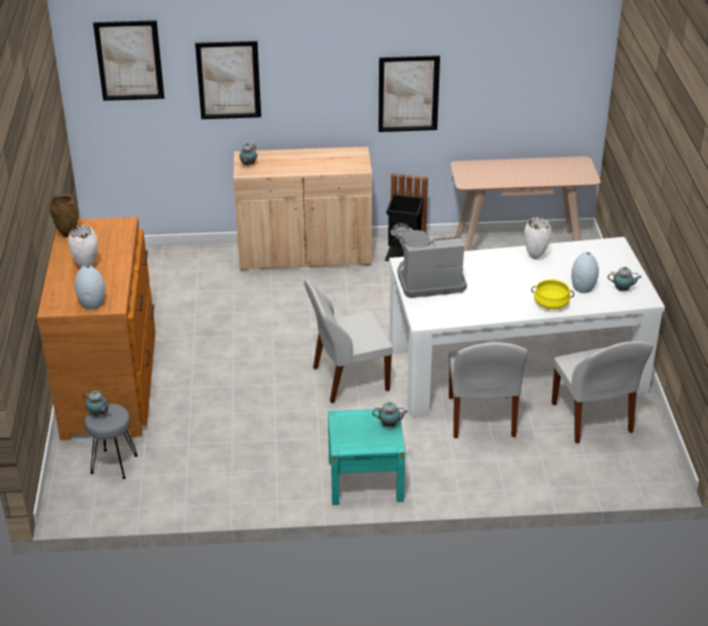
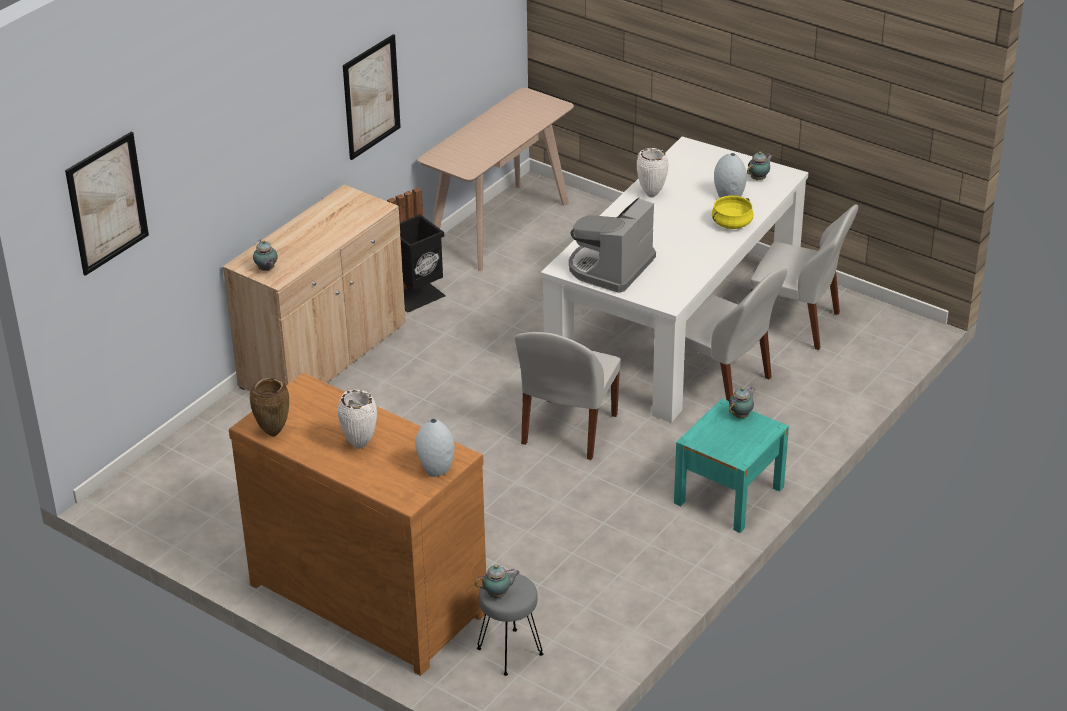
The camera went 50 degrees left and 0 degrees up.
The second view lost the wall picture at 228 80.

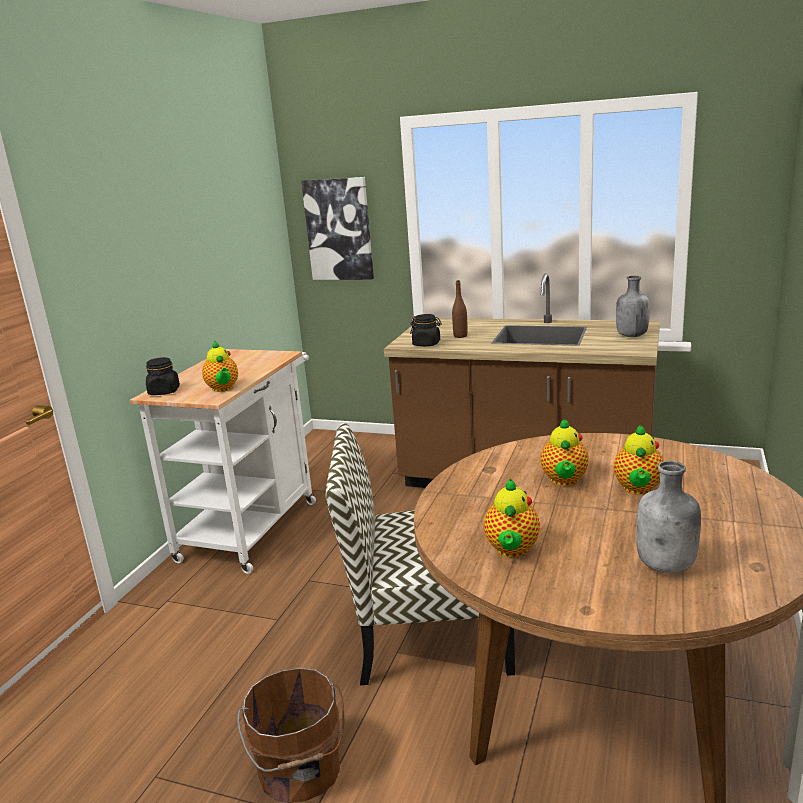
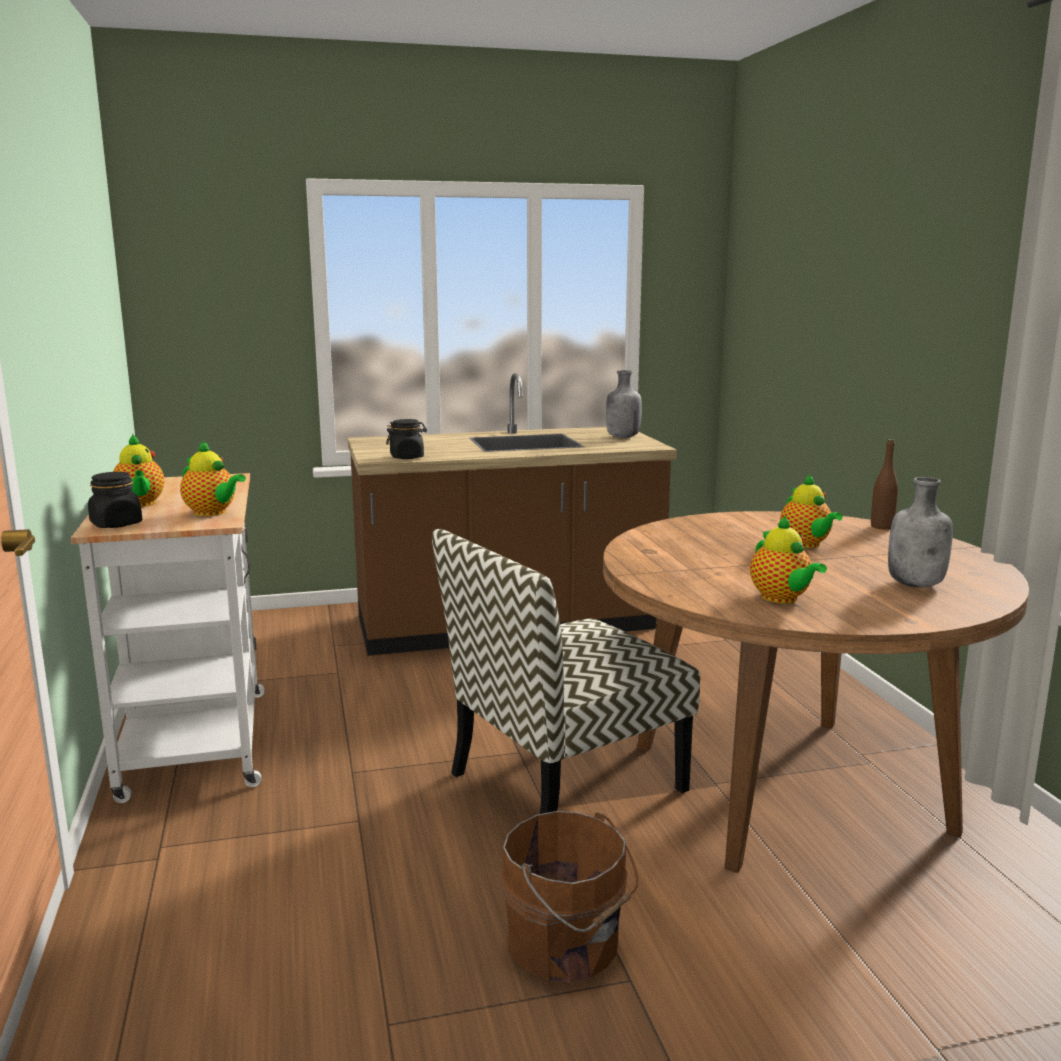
The camera went 35 degrees left and 5 degrees down.
The teapot ended up elsewhere, having gone from 565 452 to 138 470.
The brownish drink bottle ended up elsewhere, having gone from 460 309 to 884 484.
The second view lost the wall picture at 337 228.

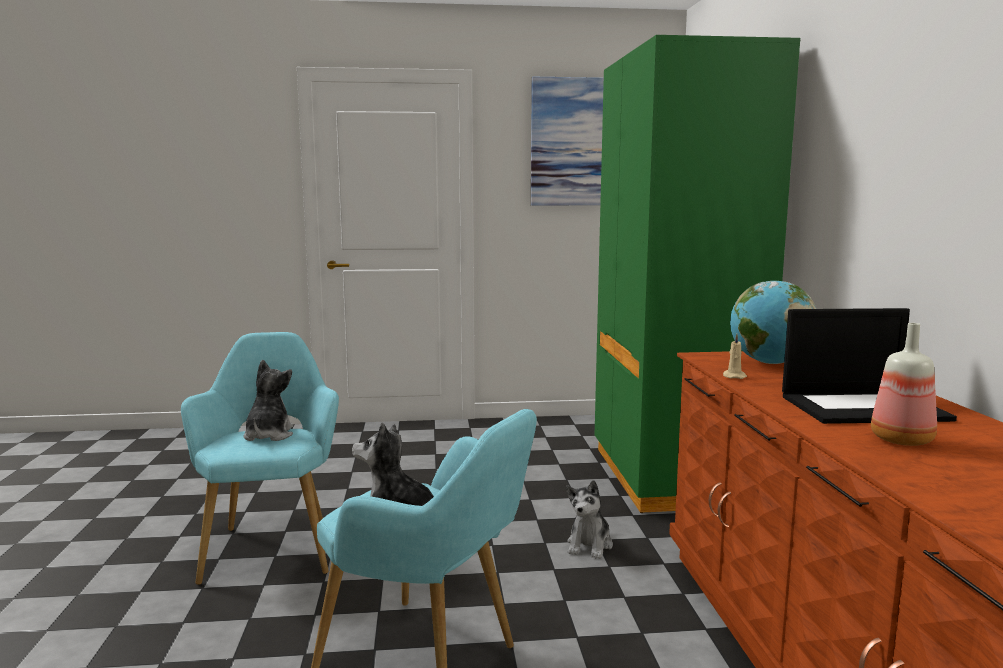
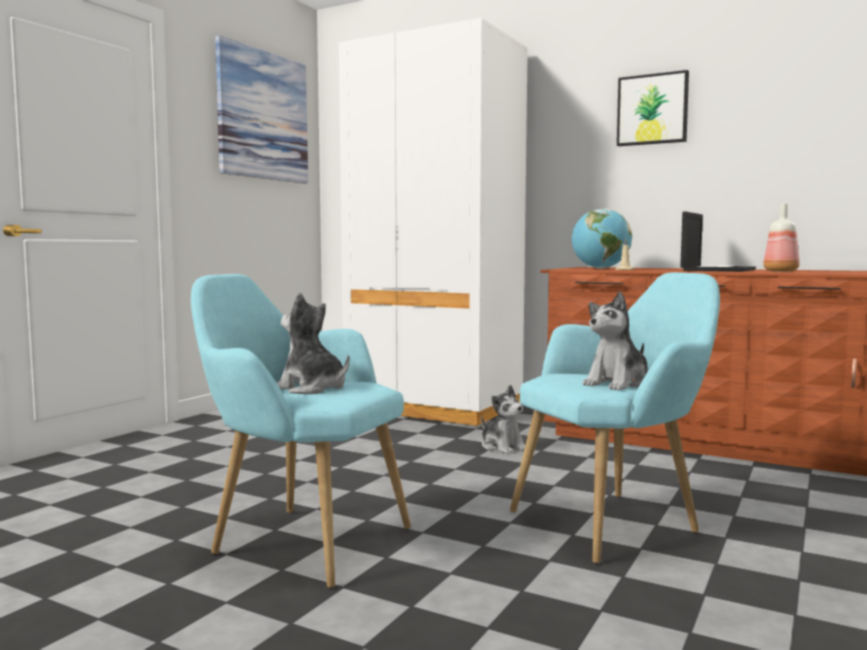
The camera went 55 degrees left and 5 degrees down.
What was the green clothes cupboard at 697 274 turned into the white-coloured clothes cupboard at 433 222.
The second view gained the wall picture at 653 108.

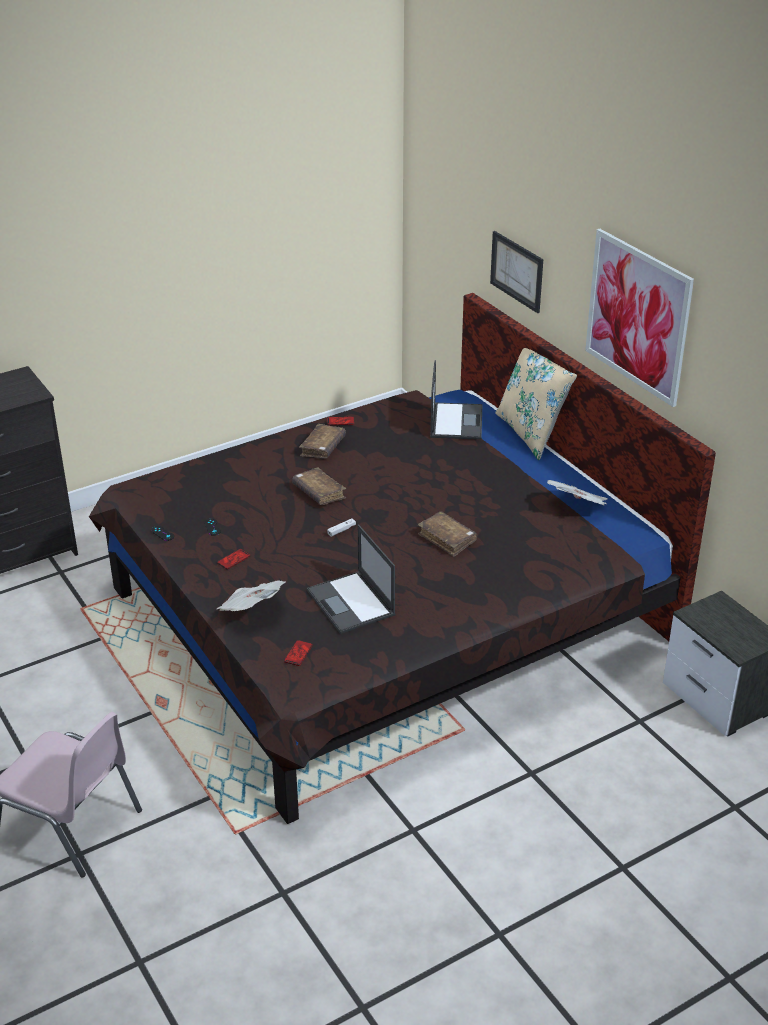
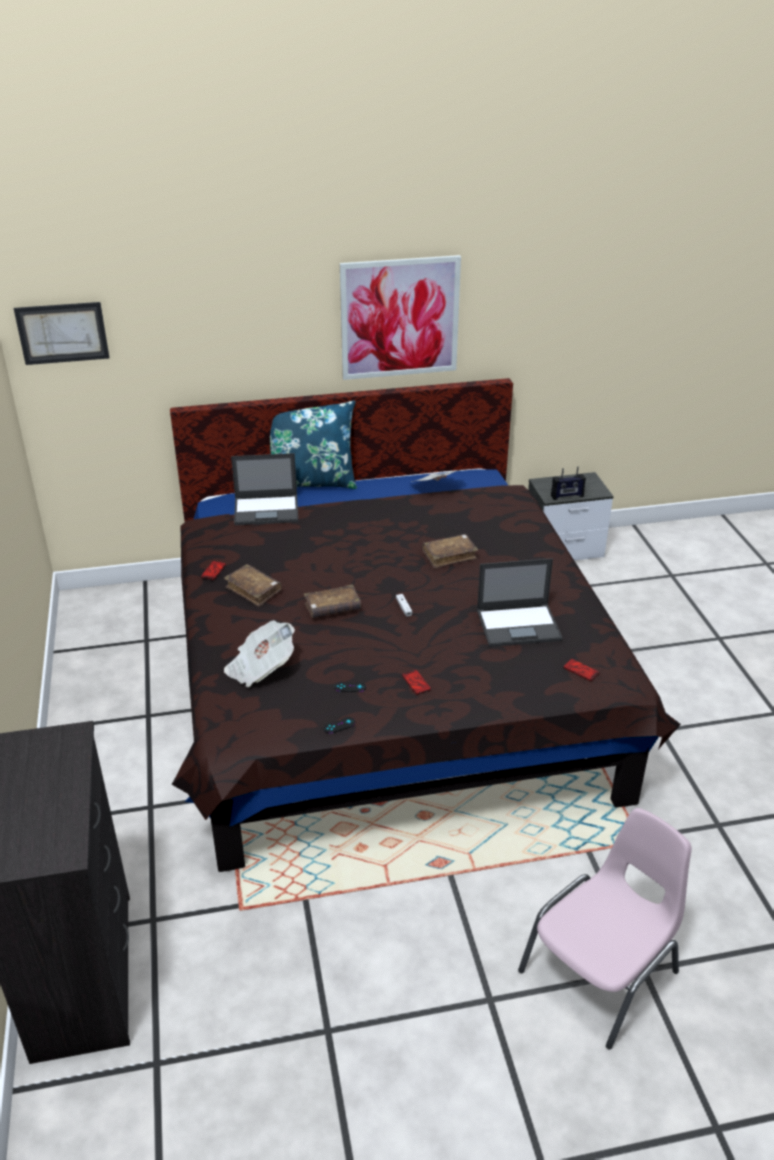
The camera went 70 degrees left and 0 degrees up.
The wall picture ended up elsewhere, having gone from 516 272 to 61 333.
The daily paper ended up elsewhere, having gone from 251 595 to 259 653.
The laptop at 456 400 ended up facing another way, 150 degrees clockwise from before.
What was the beige-coloured throw pillow at 536 404 turned into the bluish throw pillow at 313 445.
The second view gained the radio at 568 483.

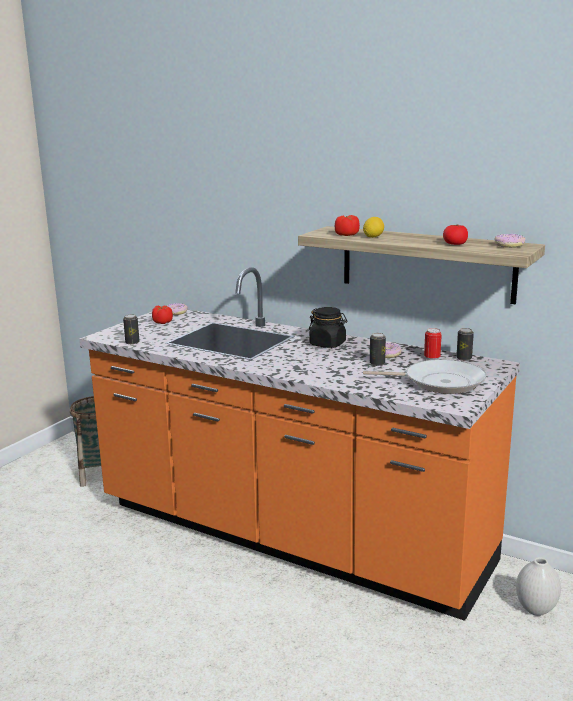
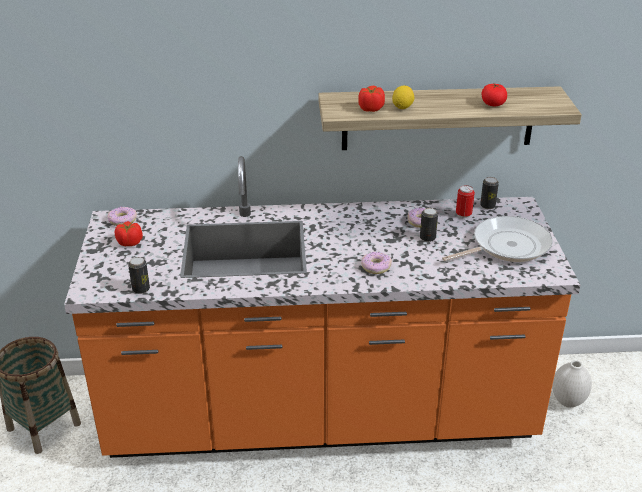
The camera went 35 degrees left and 15 degrees up.
The ring doughnut ended up elsewhere, having gone from 510 241 to 376 262.
The second view lost the black-coloured preserve jar at 328 327.

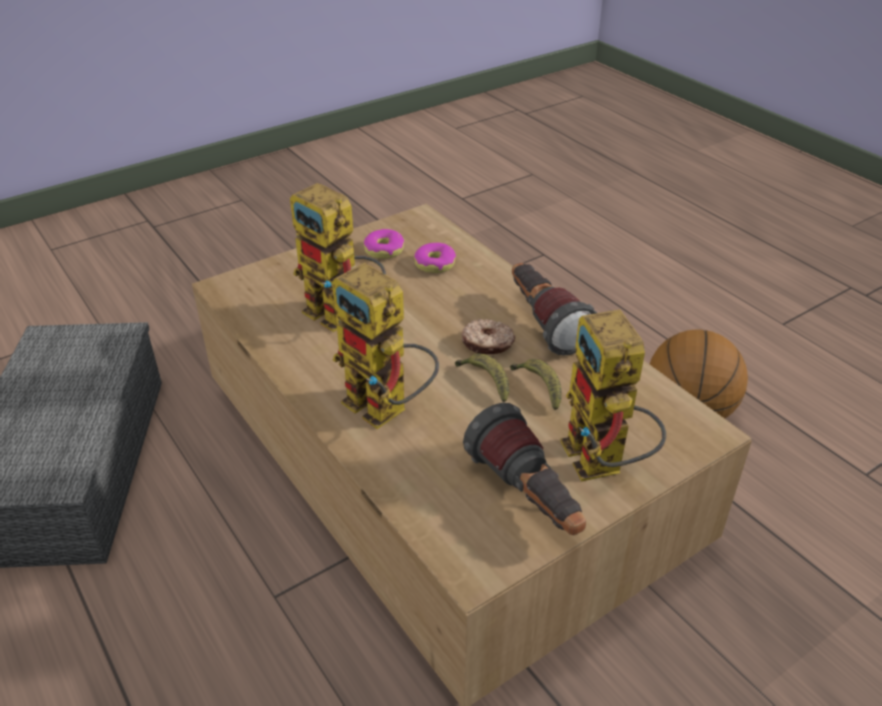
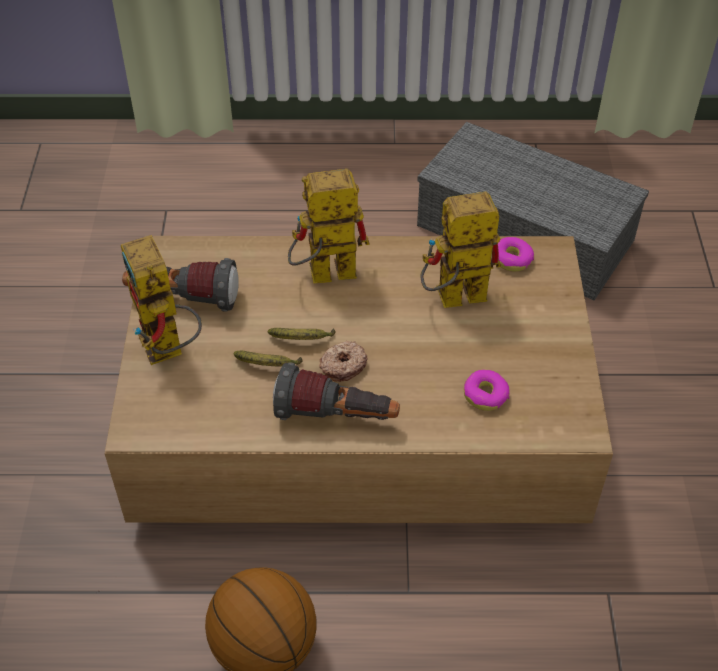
The camera went 125 degrees right and 10 degrees up.
The model robot at 613 395 ended up facing another way, 135 degrees counterclockwise from before.
The ring doughnut ended up elsewhere, having gone from 384 244 to 516 254.

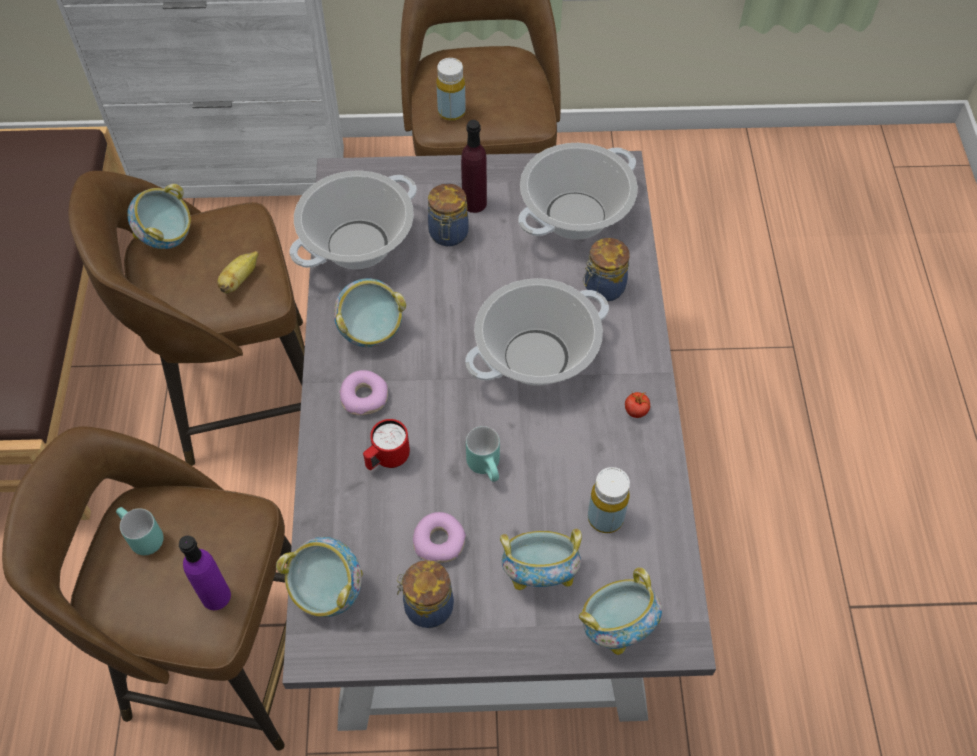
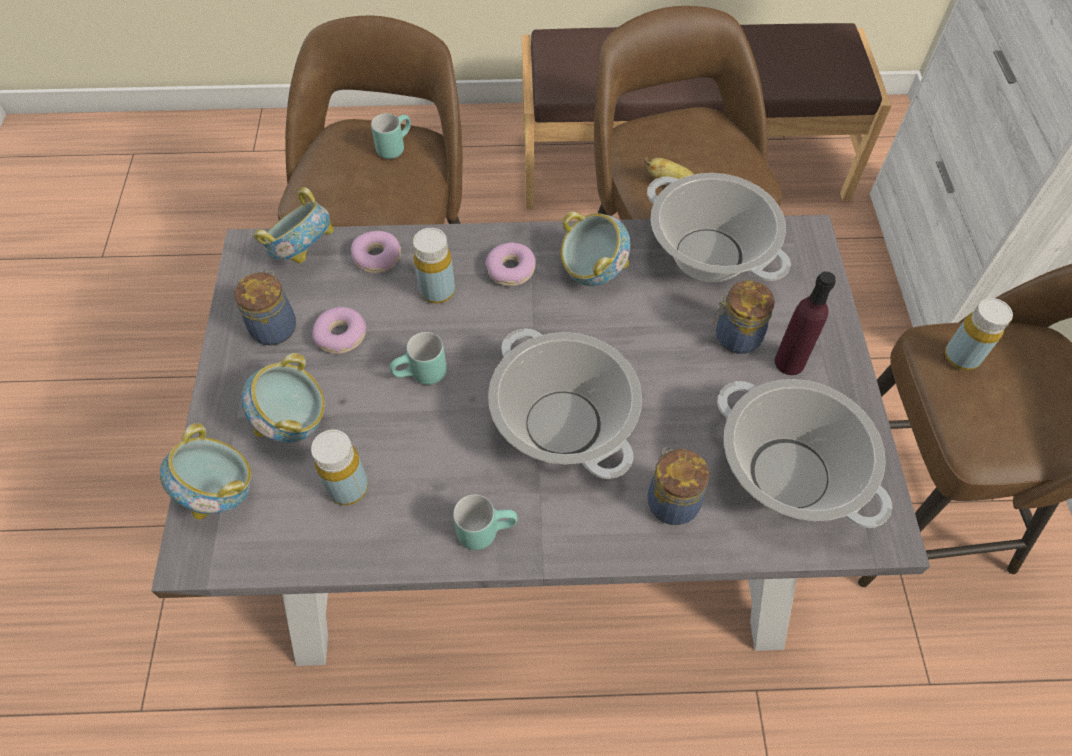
The camera went 90 degrees right and 0 degrees up.
The second view gained the ring doughnut at 376 252.
Where the red-coloured tea mug stood at 386 444, the yellowish drink bottle came to stand at 434 265.
Where the whole tomato stood at 638 405, the turquoise tea mug came to stand at 485 522.
The second view lost the serving bowl at 159 216.
The second view lost the purple drink bottle at 205 572.

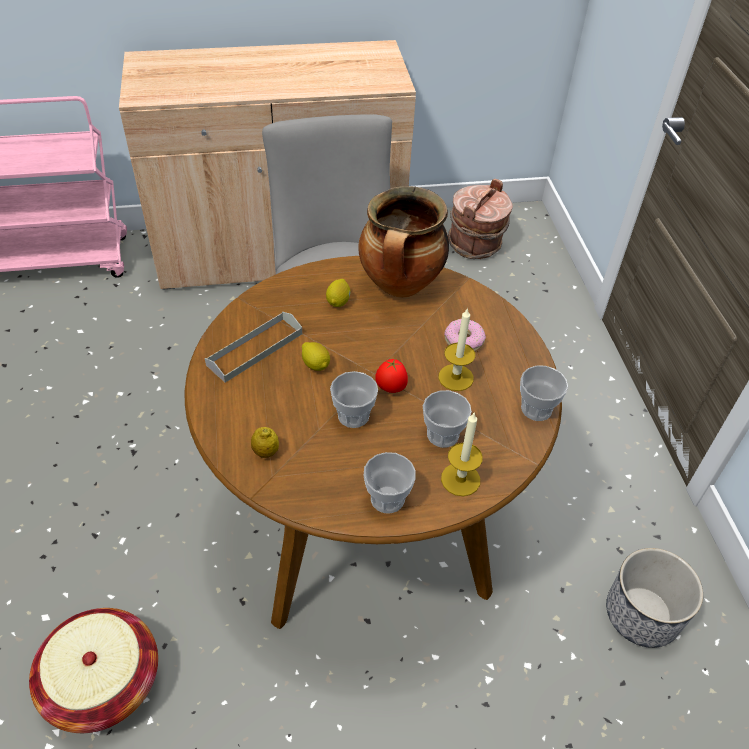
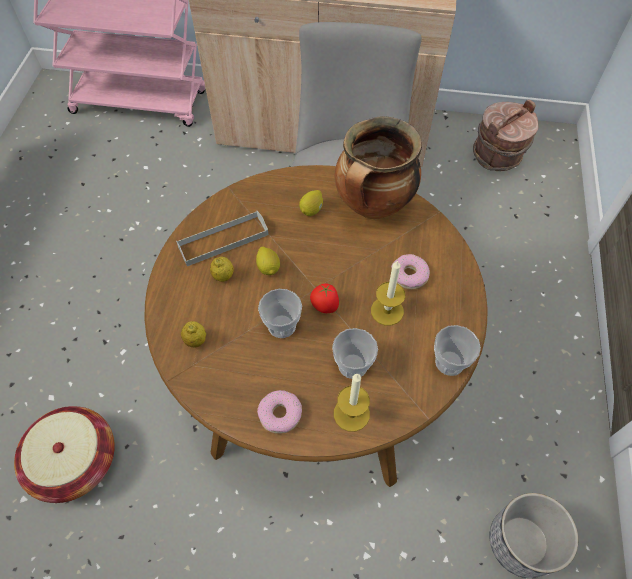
The camera went 20 degrees right and 10 degrees up.
The second view gained the lemon at 222 269.
Where the drinking cup stood at 390 482, the ring doughnut came to stand at 279 412.

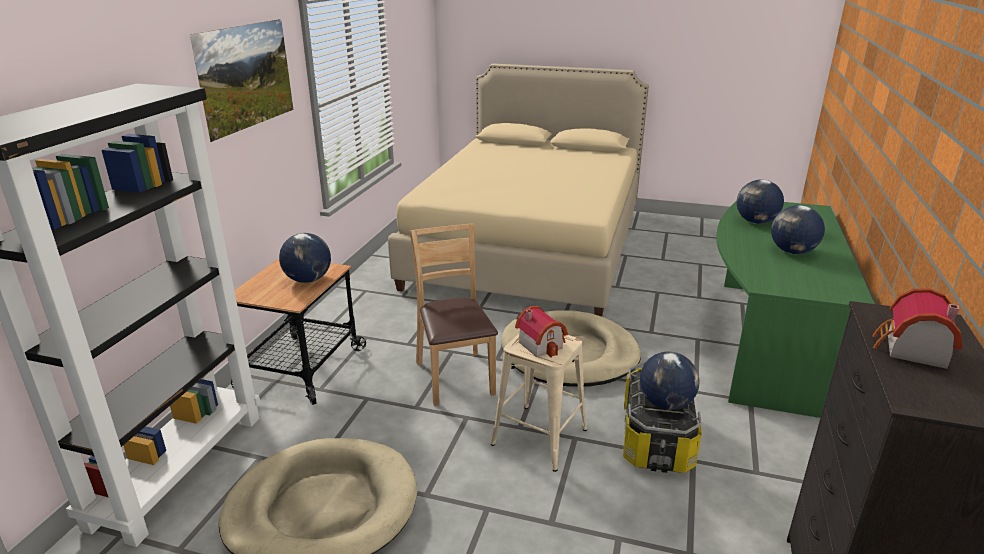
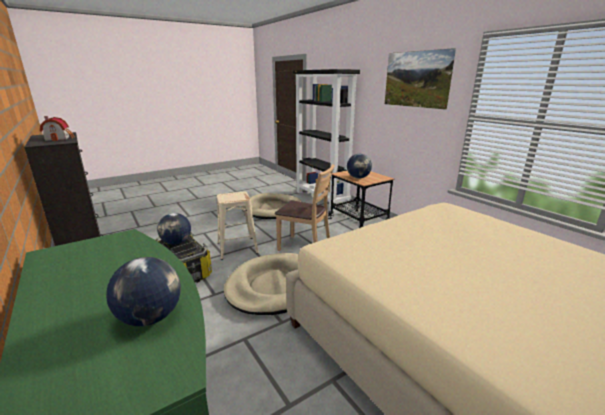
The camera went 130 degrees right and 5 degrees down.
The second view lost the model house at 541 332.
The second view lost the globe at 798 229.

